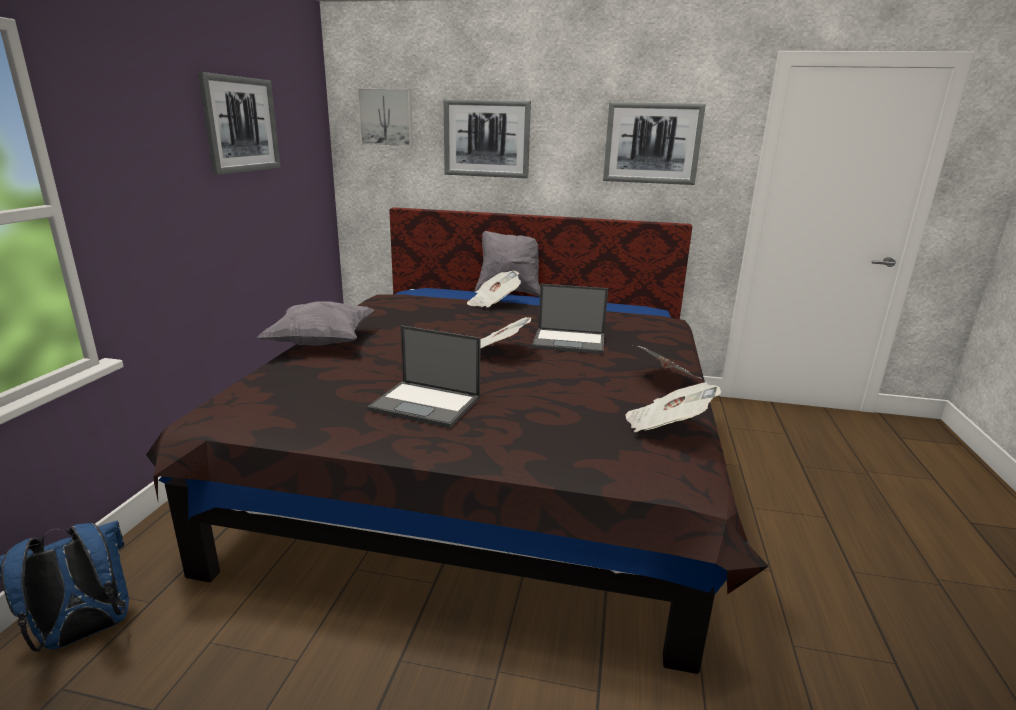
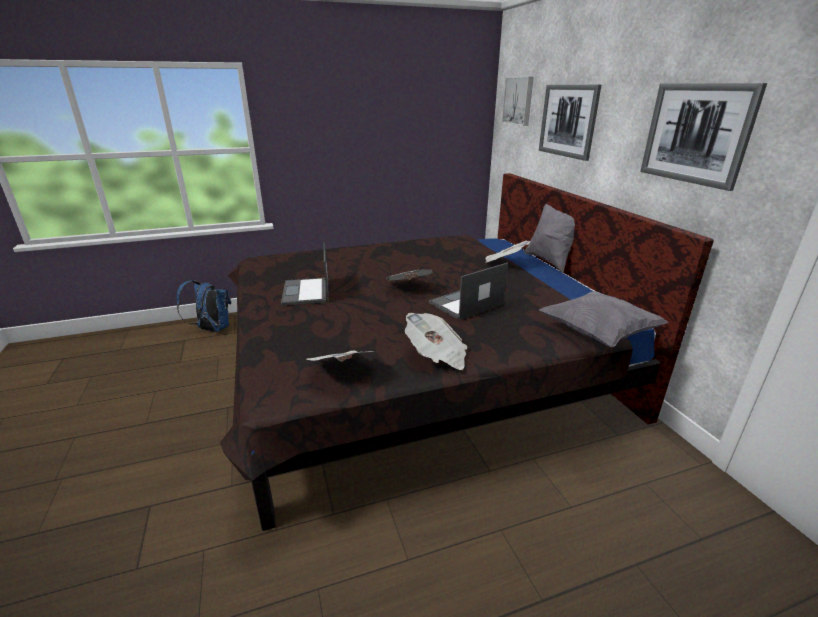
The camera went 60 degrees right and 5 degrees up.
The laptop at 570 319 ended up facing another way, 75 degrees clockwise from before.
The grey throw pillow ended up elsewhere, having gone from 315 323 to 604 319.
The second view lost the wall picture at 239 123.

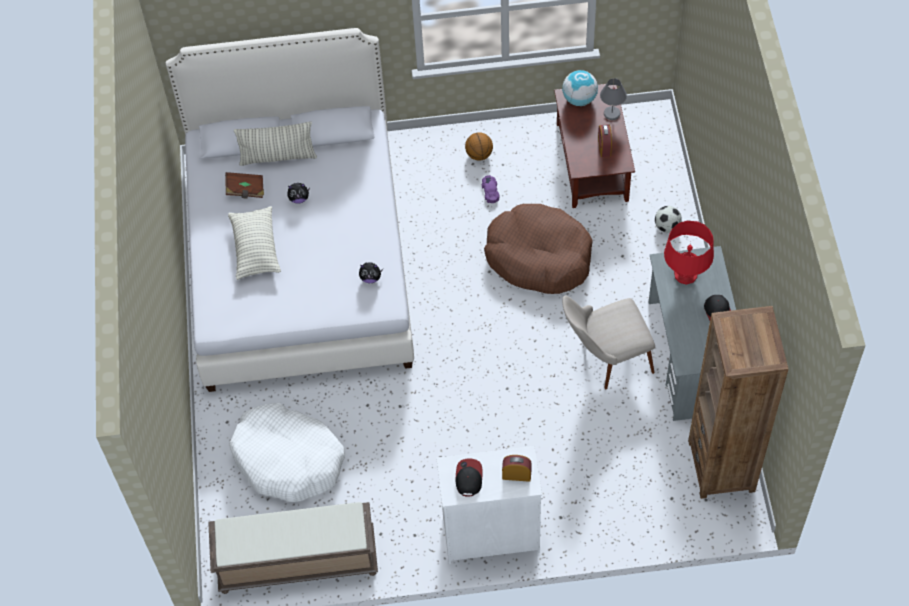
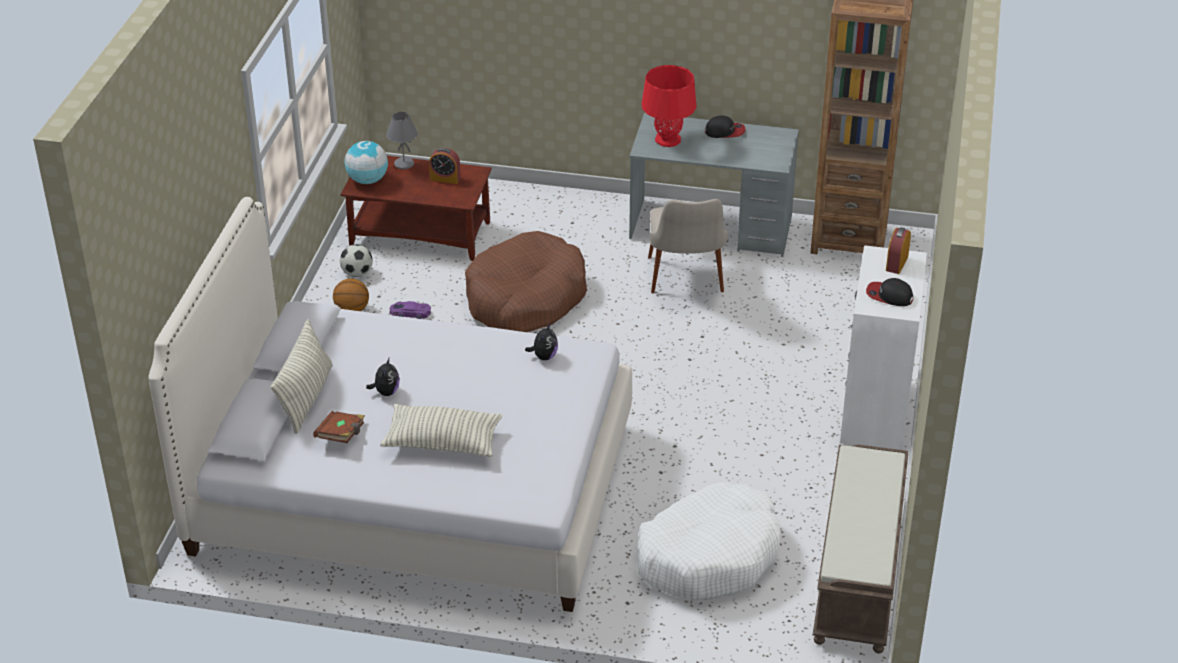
The camera went 75 degrees left and 20 degrees down.
The ball for football ended up elsewhere, having gone from 668 219 to 356 260.

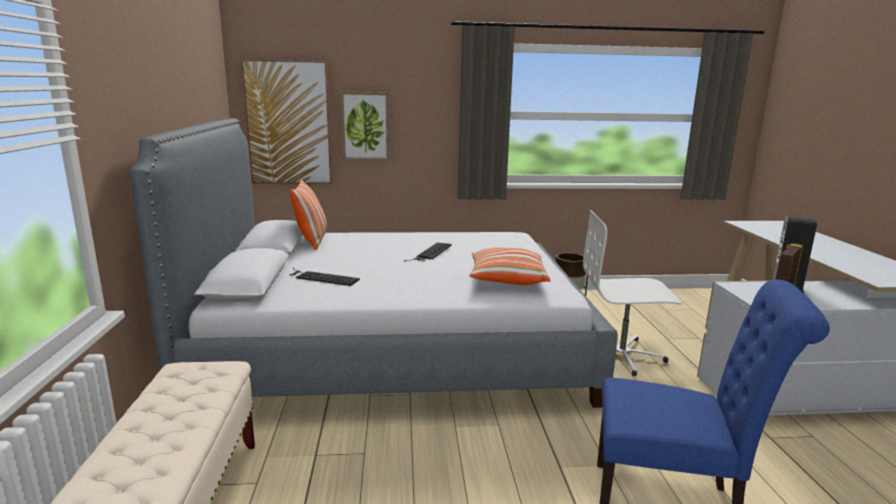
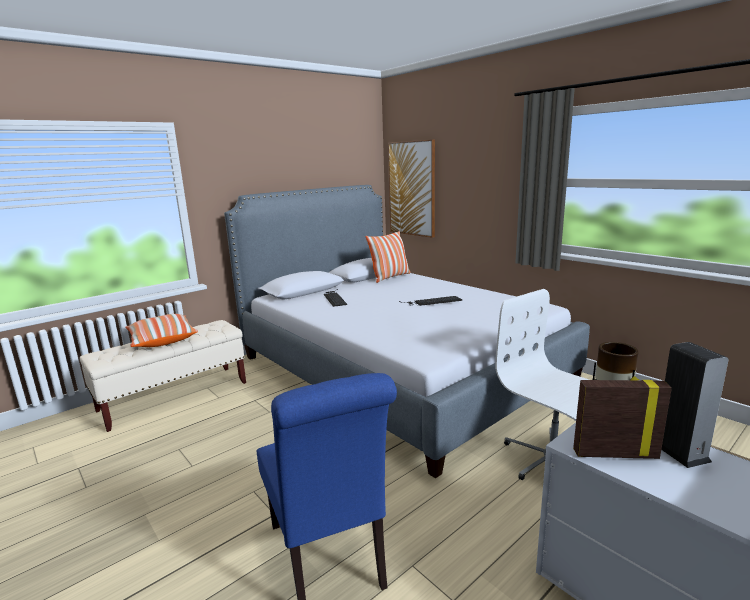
The camera went 55 degrees right and 0 degrees up.
The throw pillow ended up elsewhere, having gone from 510 266 to 161 330.
The second view lost the wall picture at 365 126.

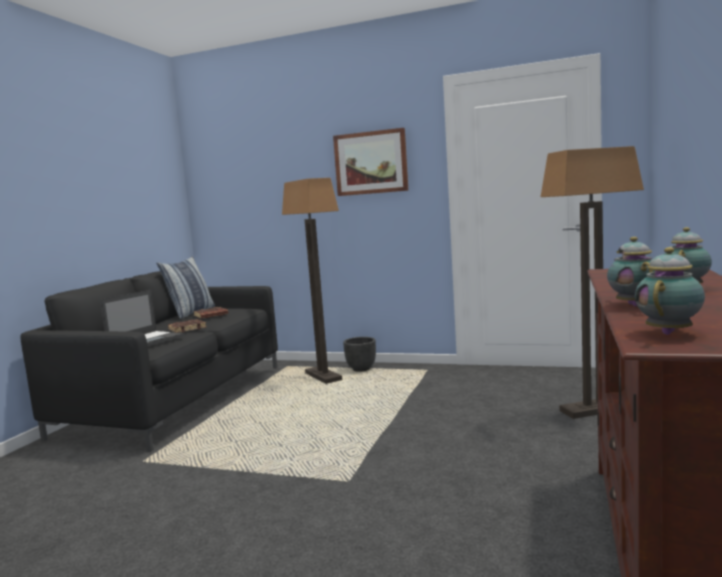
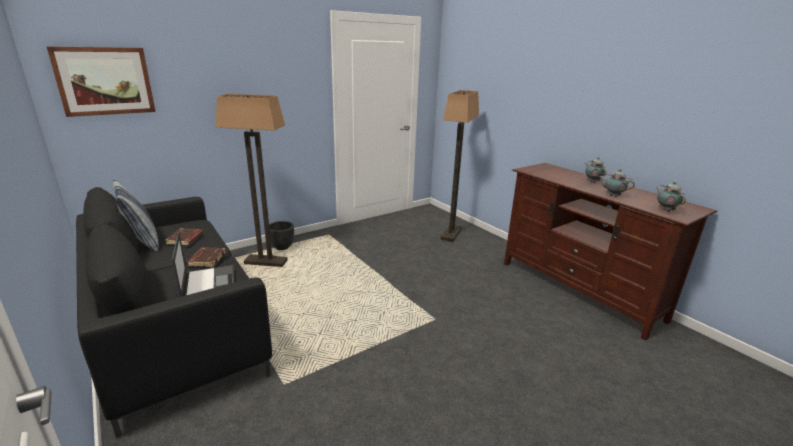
The camera went 55 degrees left and 15 degrees up.
The wall picture ended up elsewhere, having gone from 370 162 to 101 81.

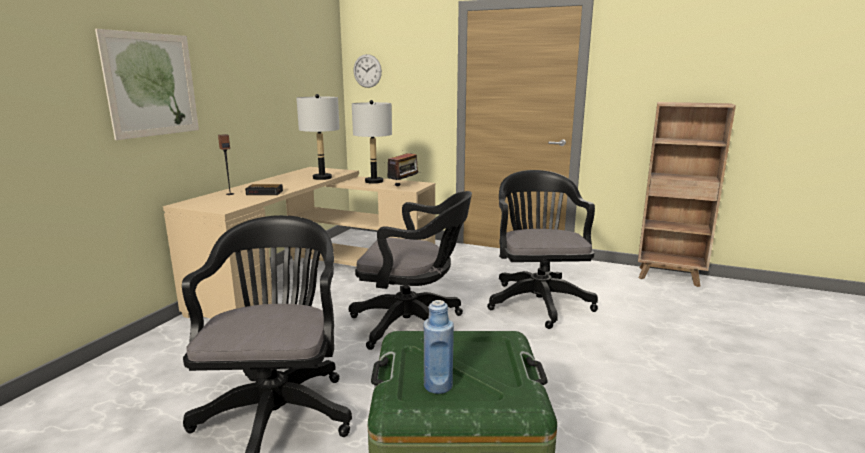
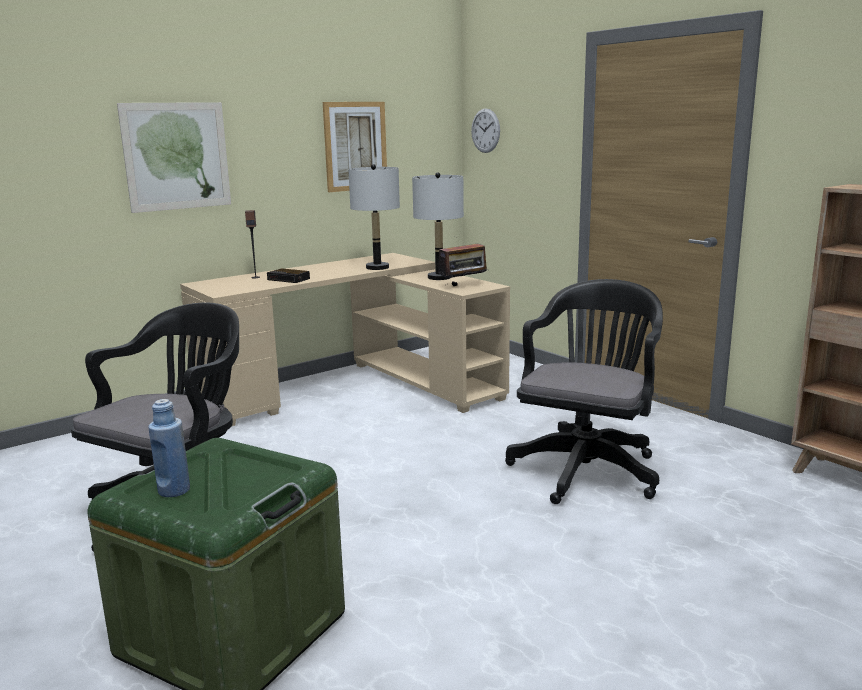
The camera went 30 degrees right and 0 degrees up.
The second view gained the wall picture at 355 147.
The second view lost the black-coloured office chair at 410 270.

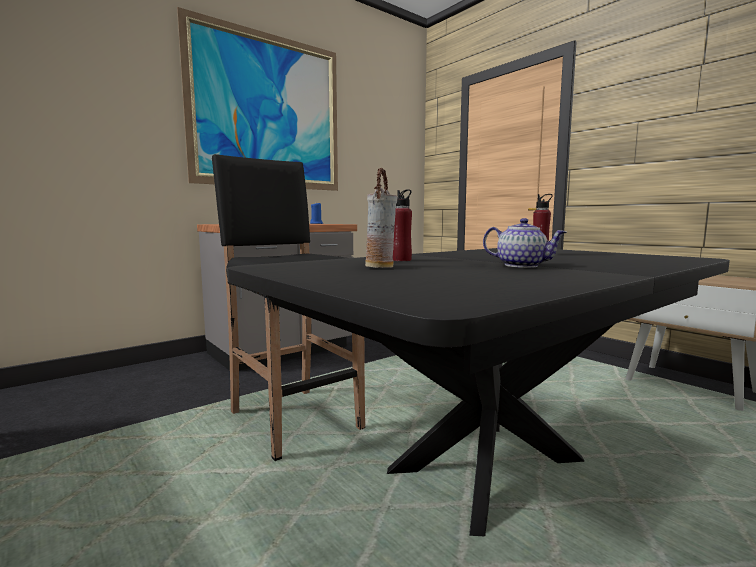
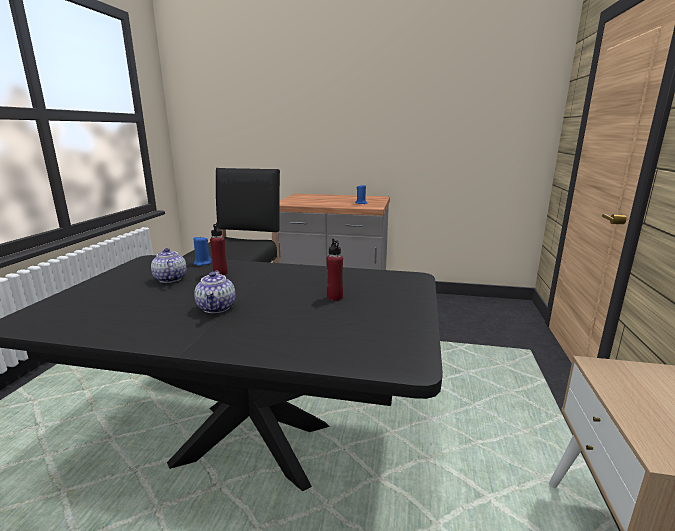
The camera went 50 degrees right and 10 degrees up.
Where the decorative vase stood at 381 218, the teapot came to stand at 169 265.
The second view gained the bluish wax candle at 203 251.
The second view lost the wall picture at 257 99.

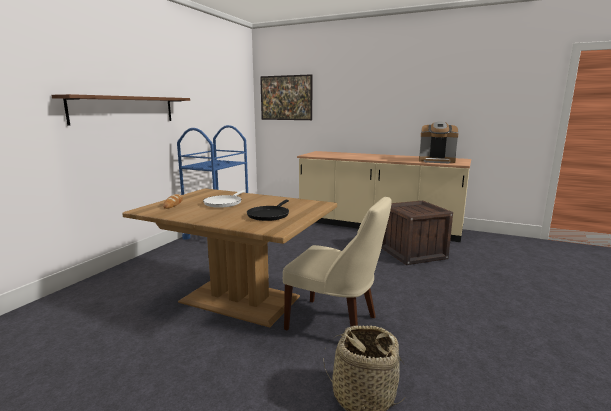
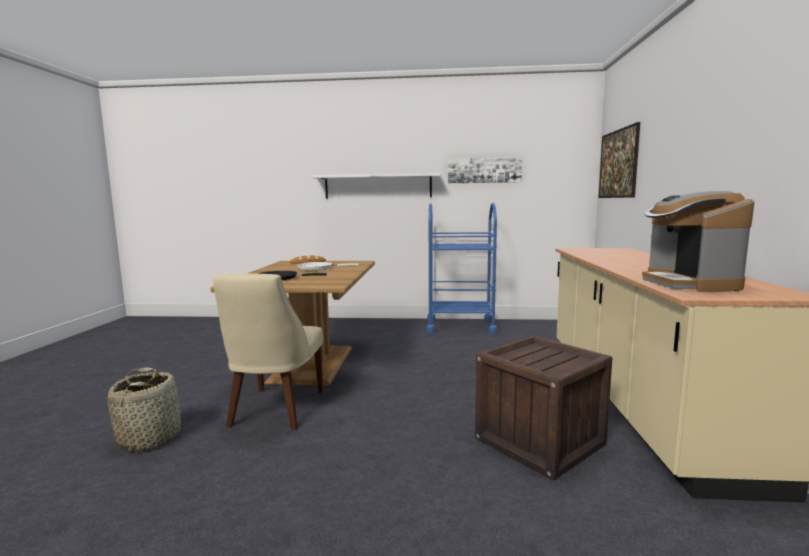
The camera went 70 degrees right and 5 degrees down.
What was the brownish wall shelf at 121 110 turned into the white-coloured wall shelf at 376 186.
The second view gained the wall picture at 485 170.

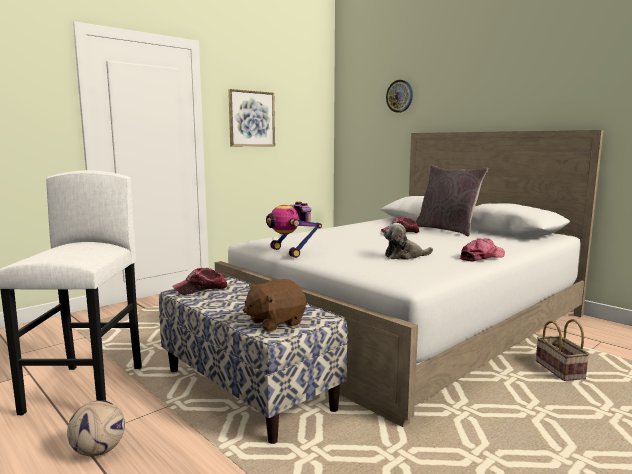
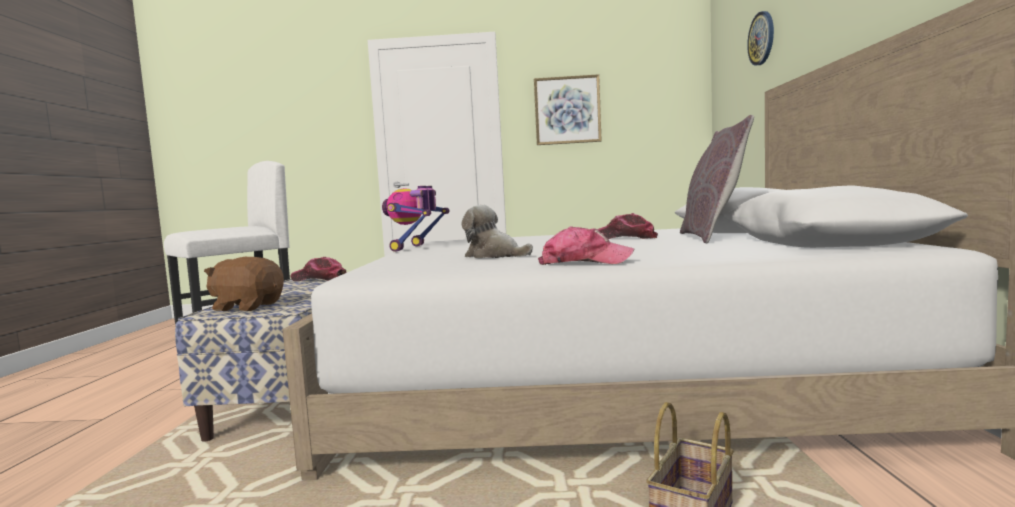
The camera went 45 degrees right and 5 degrees down.
The second view lost the ball for football at 96 428.

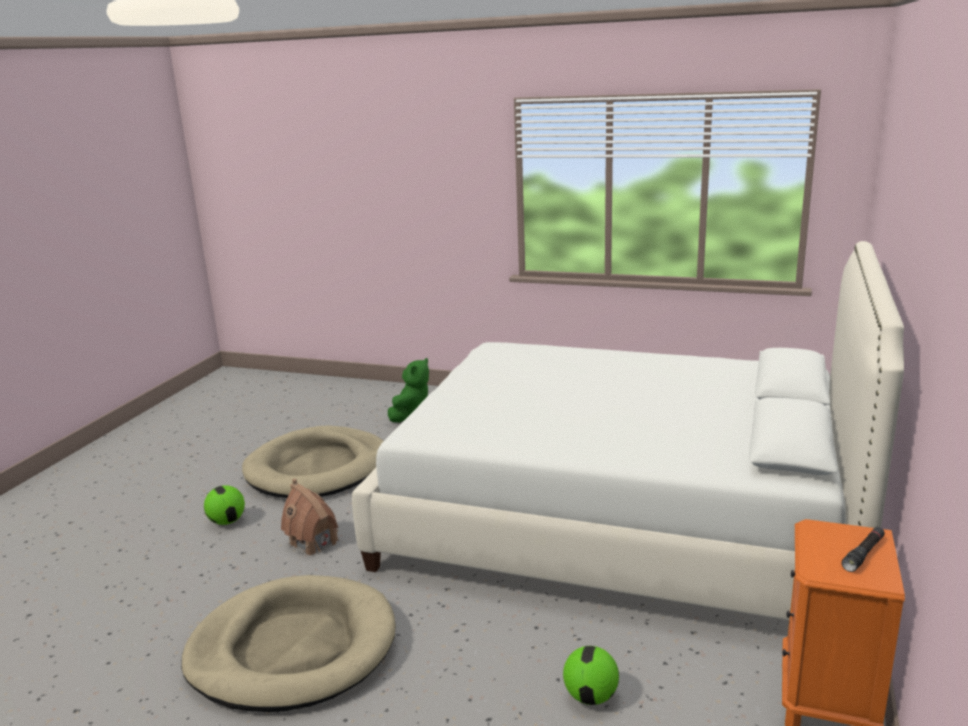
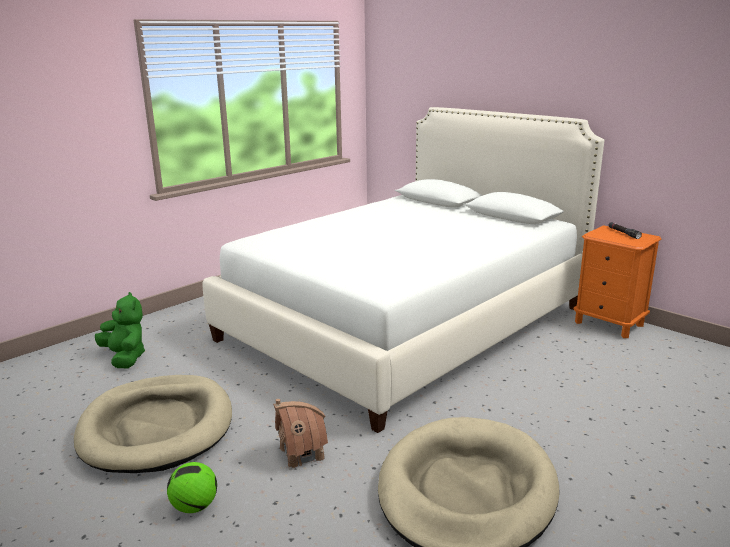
The camera went 65 degrees left and 0 degrees up.
The second view lost the ball for football at 591 675.

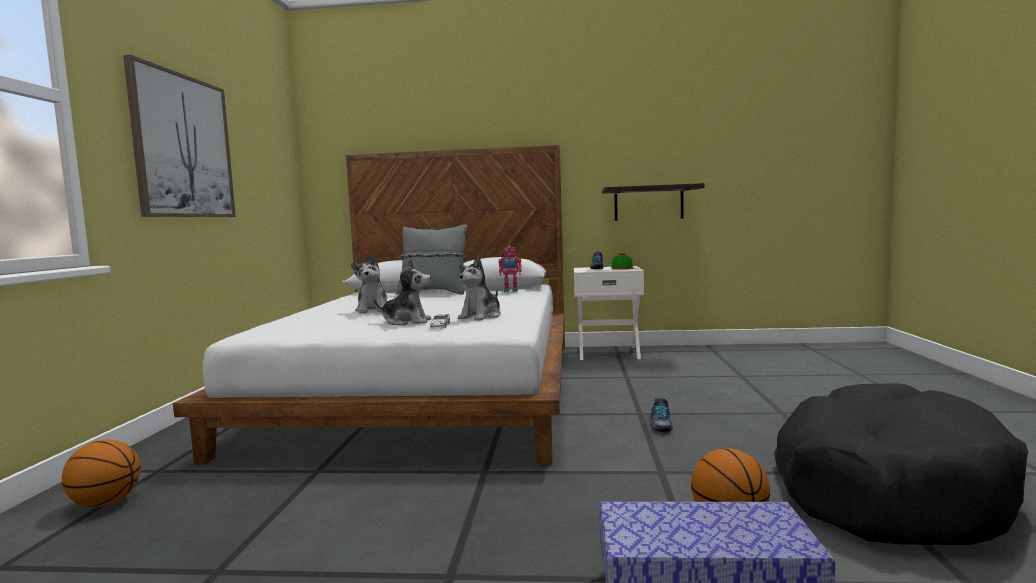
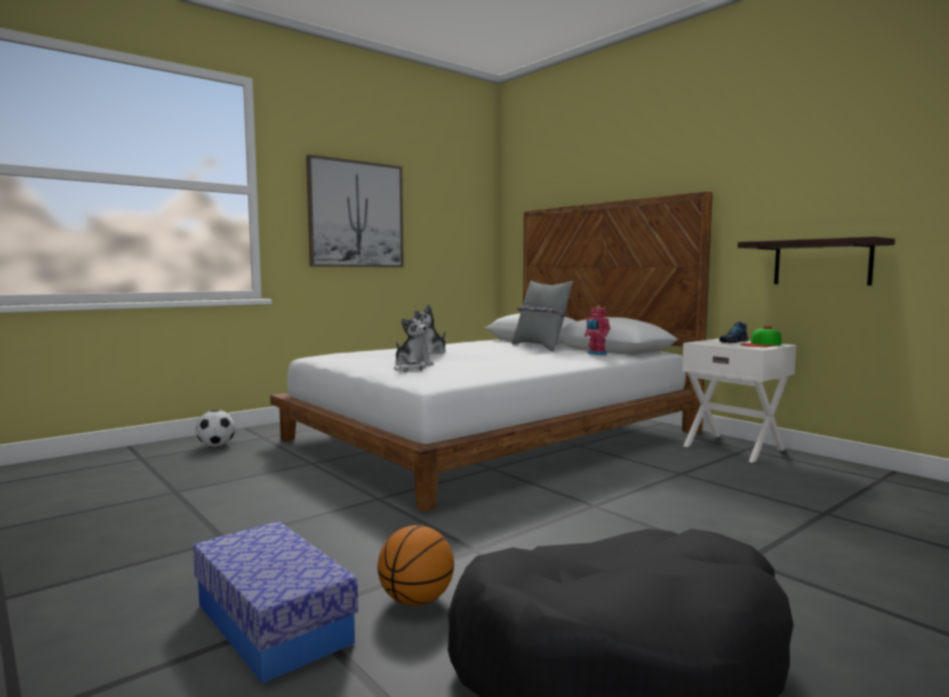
The camera went 45 degrees right and 0 degrees up.
Where the basketball stood at 101 473, the ball for football came to stand at 215 428.
The second view lost the soft toy at 479 288.
The second view lost the low shoe at 661 415.

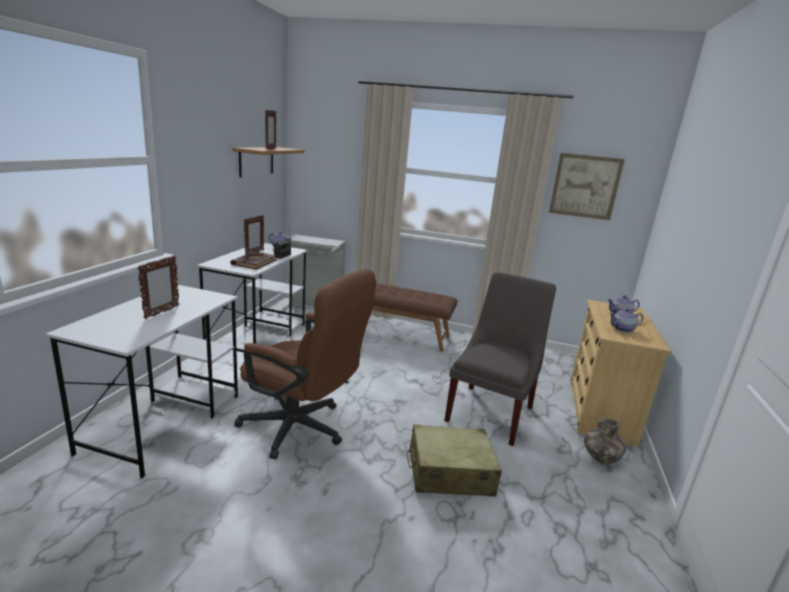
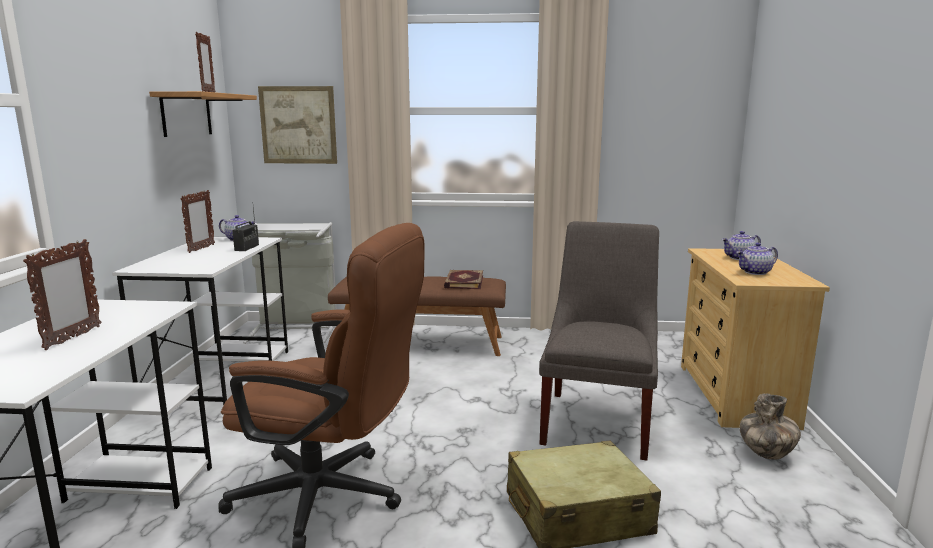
The camera went 10 degrees left and 5 degrees down.
The wall picture ended up elsewhere, having gone from 587 186 to 297 125.
The bound book ended up elsewhere, having gone from 254 260 to 463 279.

